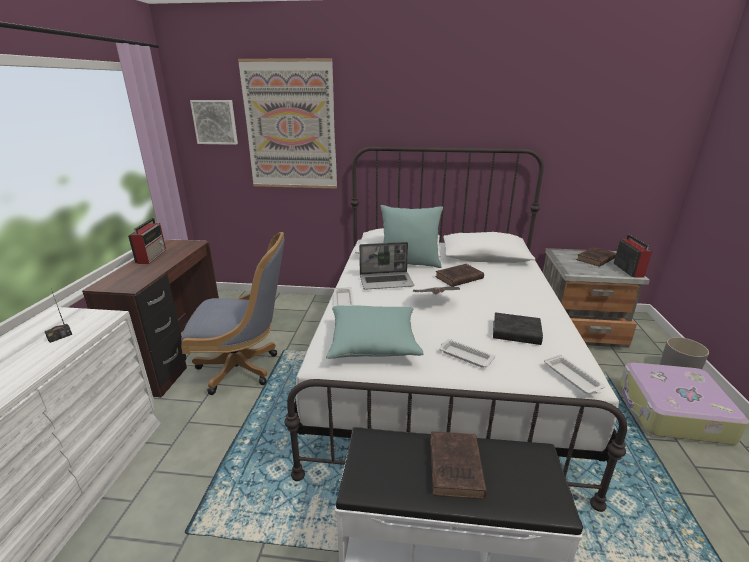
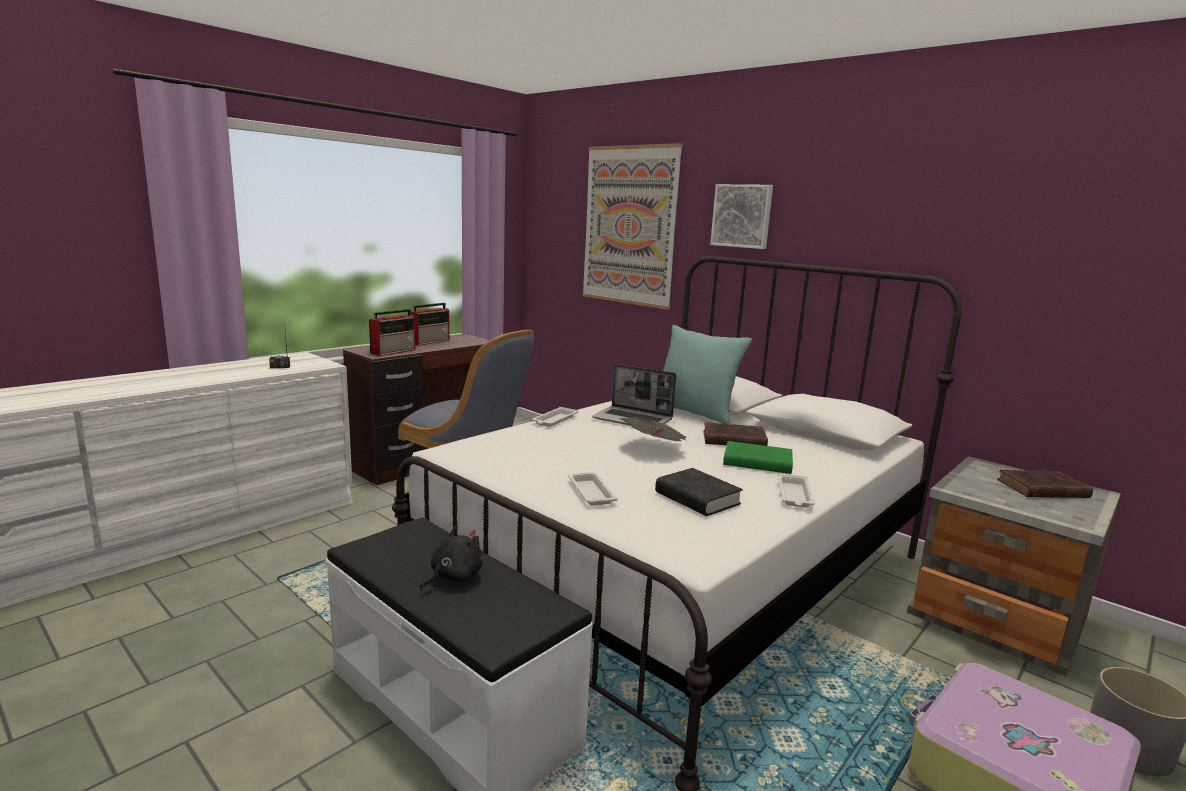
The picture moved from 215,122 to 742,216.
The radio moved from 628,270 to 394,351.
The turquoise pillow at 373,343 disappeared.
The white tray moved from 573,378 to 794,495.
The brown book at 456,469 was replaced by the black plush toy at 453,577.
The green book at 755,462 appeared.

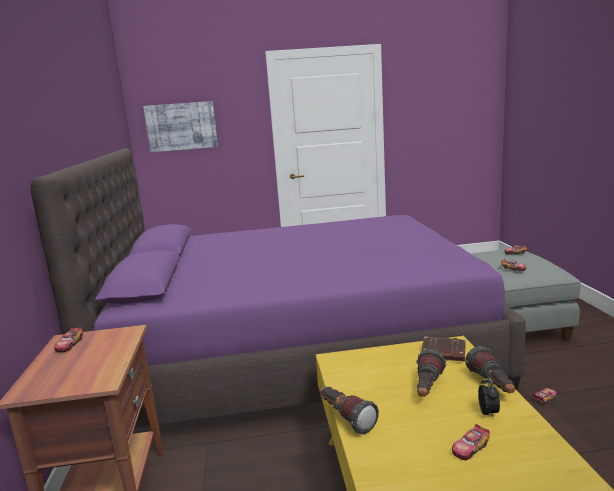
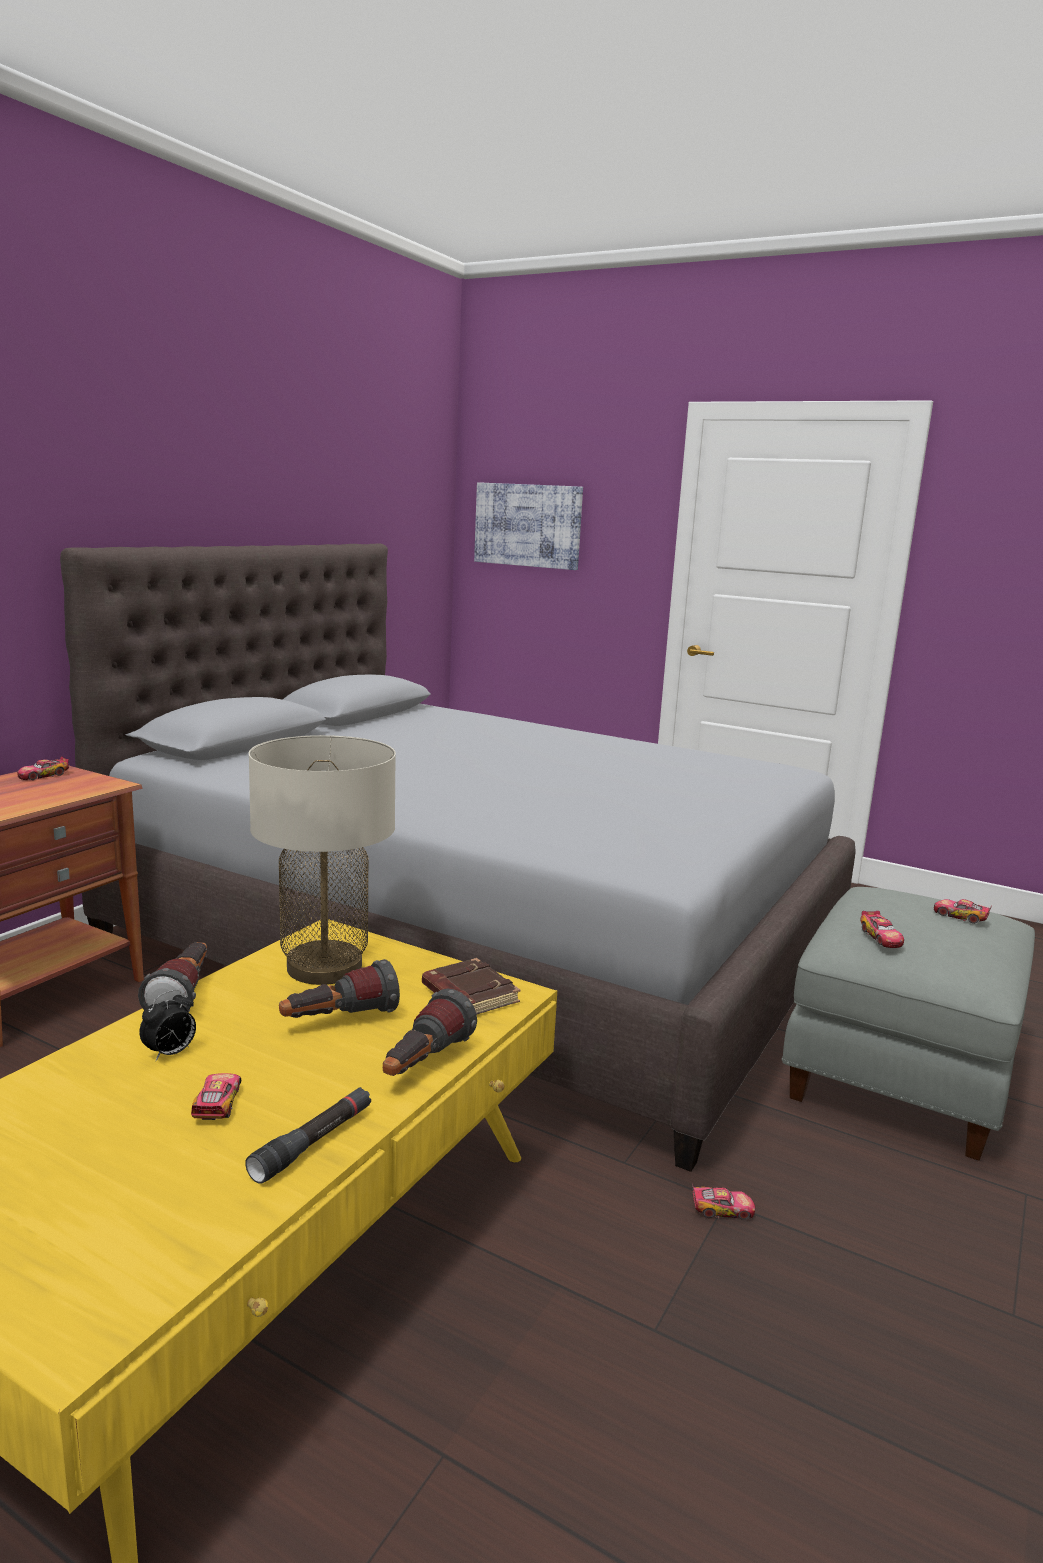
The purple bed at 296,350 became the grey bed at 476,944.
The alarm clock moved from 488,413 to 170,1053.
The toy car at 470,448 turned 90 degrees clockwise.
The table lamp at 324,967 appeared.
The black flashlight at 313,1143 appeared.

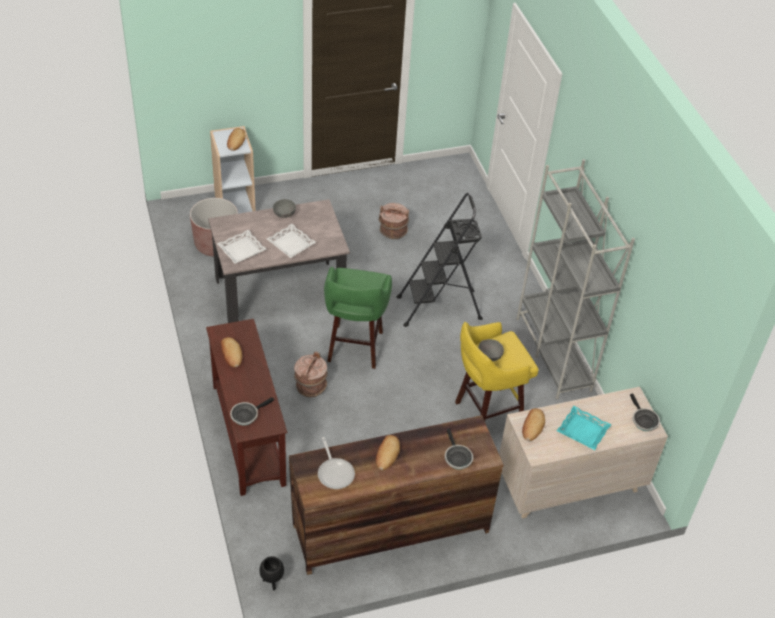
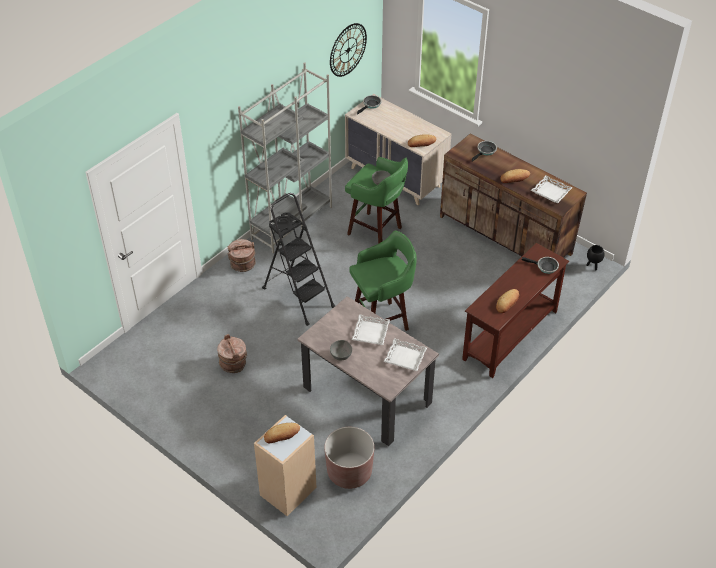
The yellow stool at 486,413 became the green stool at 376,232.
The brown bucket moved from 310,386 to 243,264.
The turquoise tray at 583,430 disappeared.
The frying pan at 335,472 was replaced by the white tray at 550,192.
The wall clock at 348,50 appeared.

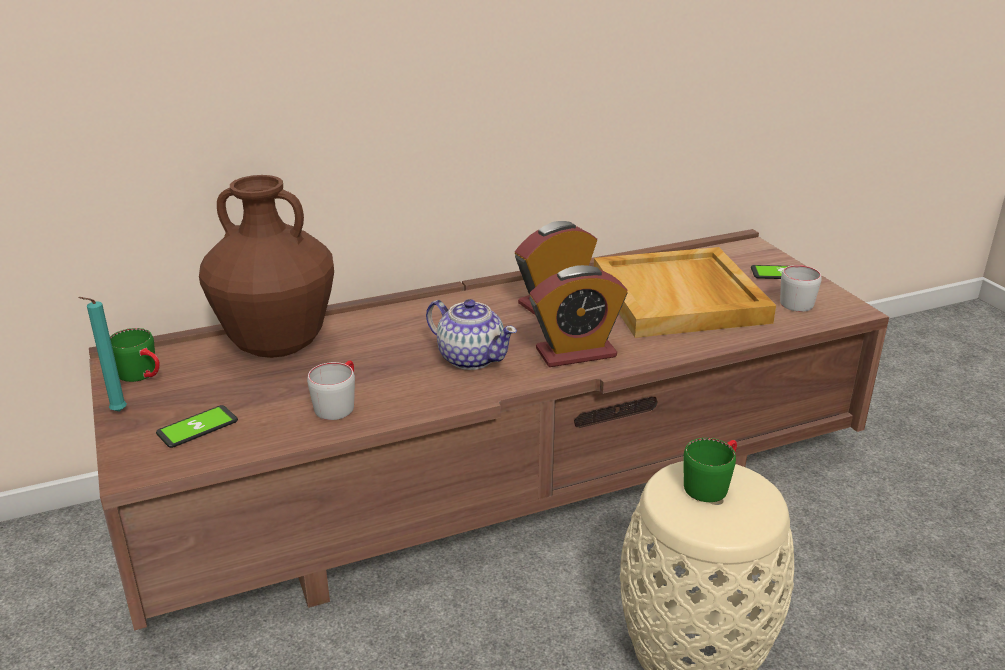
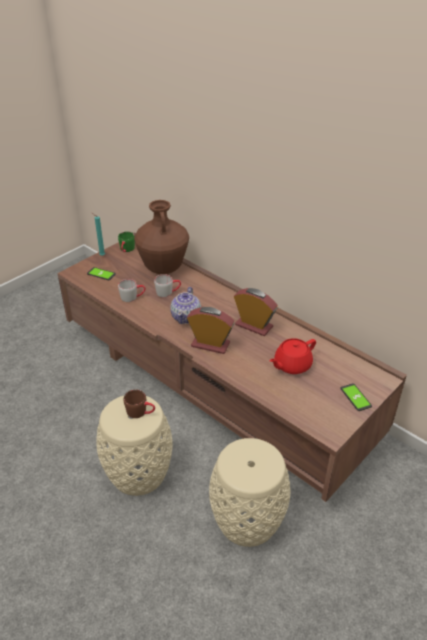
The beige tray at 680,298 was replaced by the red teapot at 291,365.
The alarm clock at 576,353 turned 150 degrees clockwise.
The grey mug moved from 796,300 to 168,292.
The green mug at 711,483 became the brown mug at 141,412.
The beige stool at 248,520 appeared.

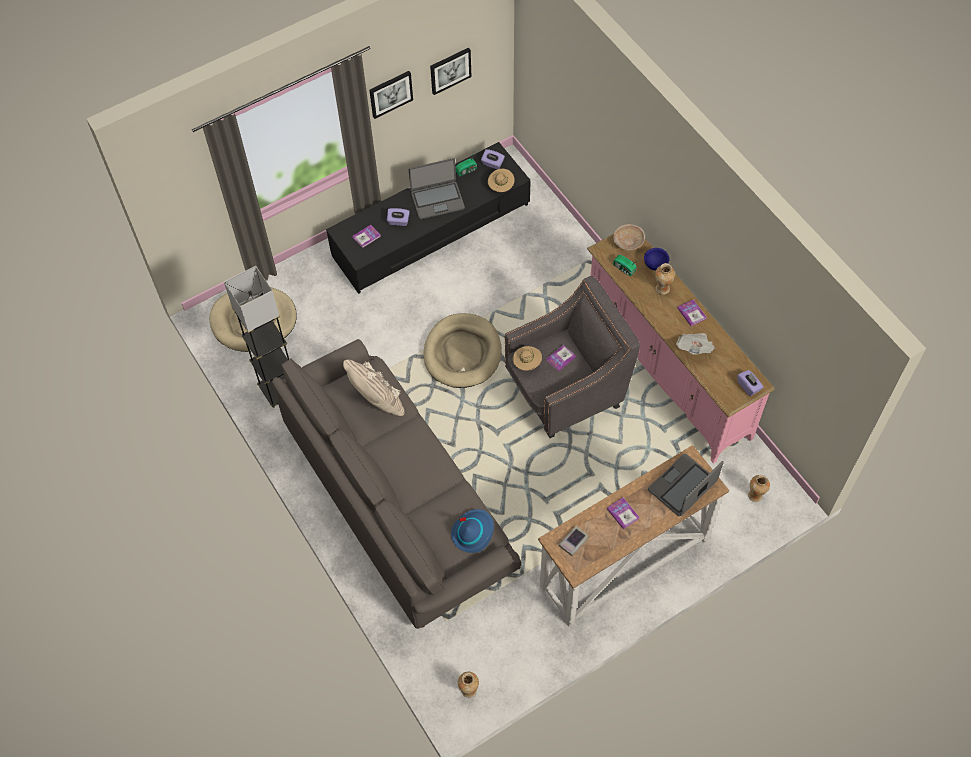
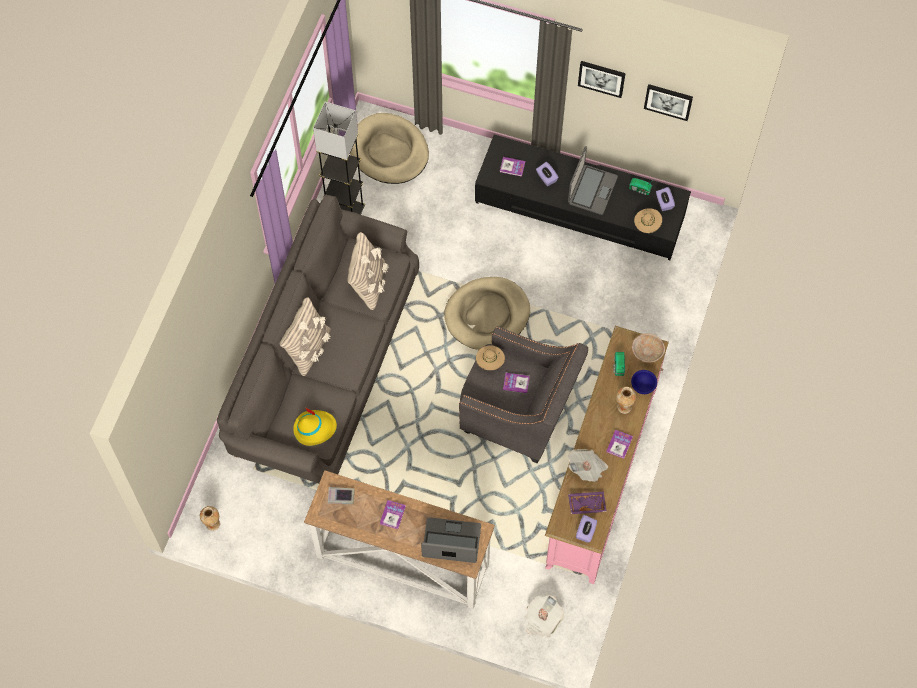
The laptop at 437,200 turned 105 degrees counterclockwise.
The vase at 755,495 was replaced by the newspaper at 542,620.
The blue hat at 473,532 became the yellow hat at 315,428.
The beige pillow at 309,349 appeared.
The purple tray at 586,504 appeared.

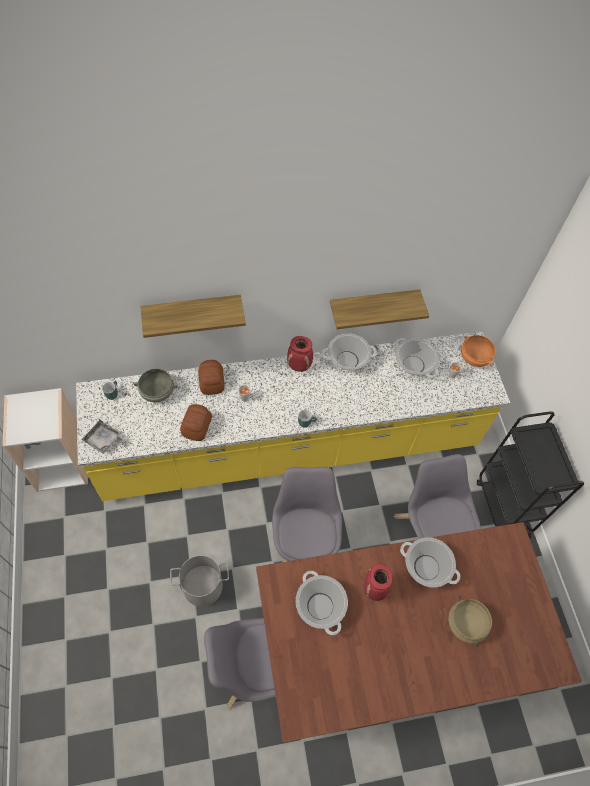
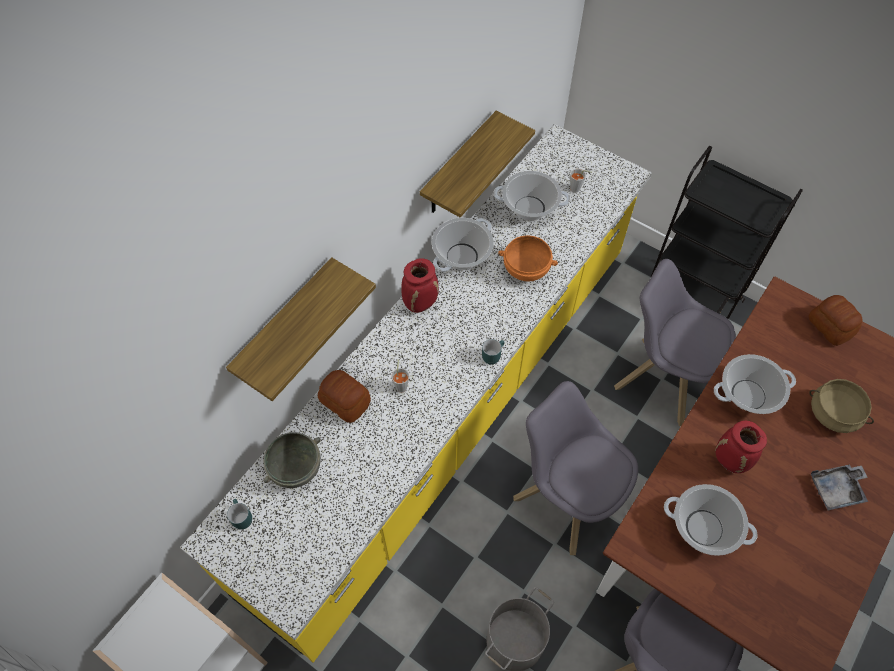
The orange bowl moved from 474,358 to 526,269.
The bread moved from 197,426 to 830,326.
The grey tray moved from 104,440 to 836,489.

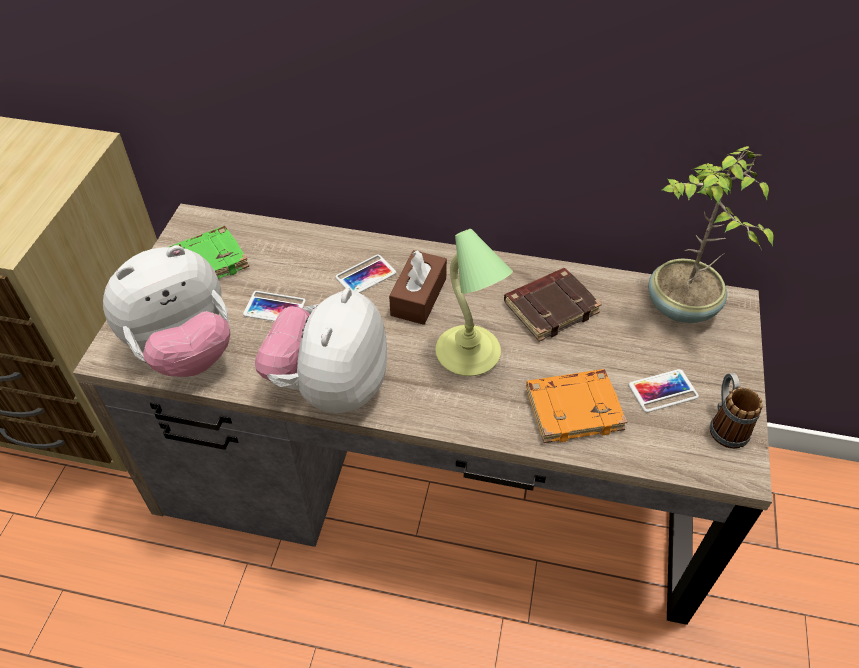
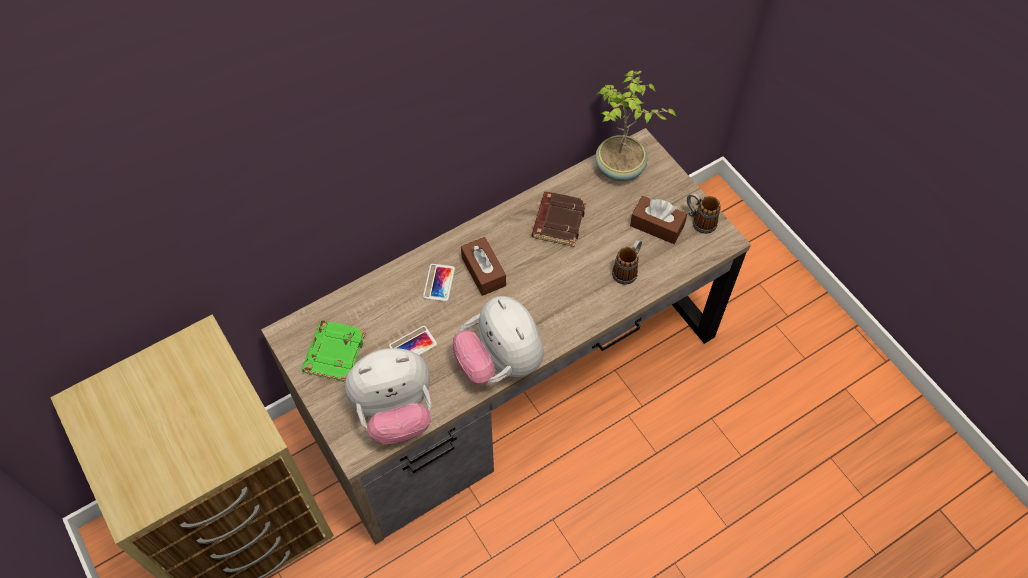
The table lamp at 469,354 disappeared.
The plush toy at 184,350 turned 60 degrees clockwise.
The orange book at 574,408 was replaced by the mug at 627,270.
The phone at 663,391 was replaced by the brown tissue box at 657,225.

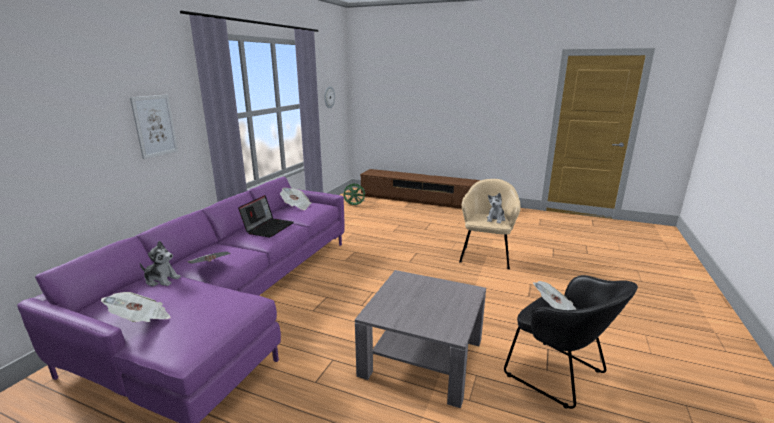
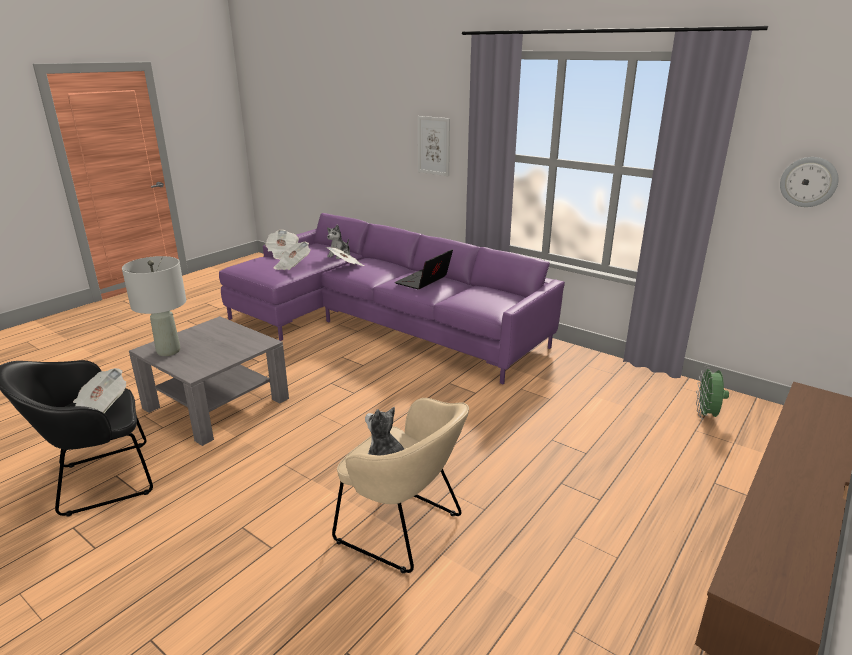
The newspaper moved from 296,206 to 292,266.
The laptop at 268,227 turned 90 degrees clockwise.
The grey table lamp at 169,351 appeared.

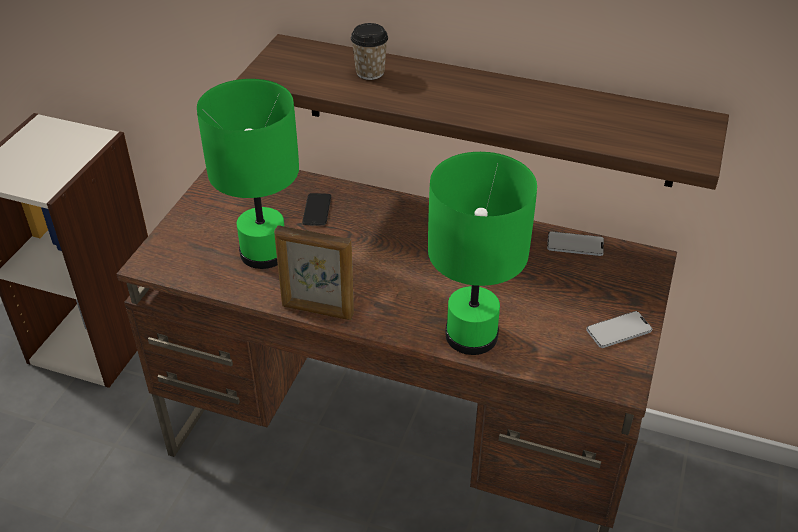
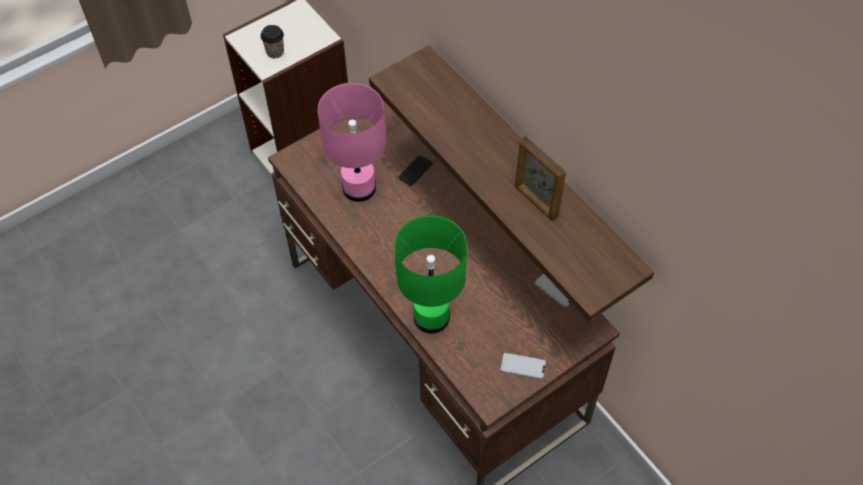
The cup moved from 370,72 to 275,52.
The green table lamp at 264,252 became the pink table lamp at 359,187.
The picture frame moved from 317,311 to 535,202.

